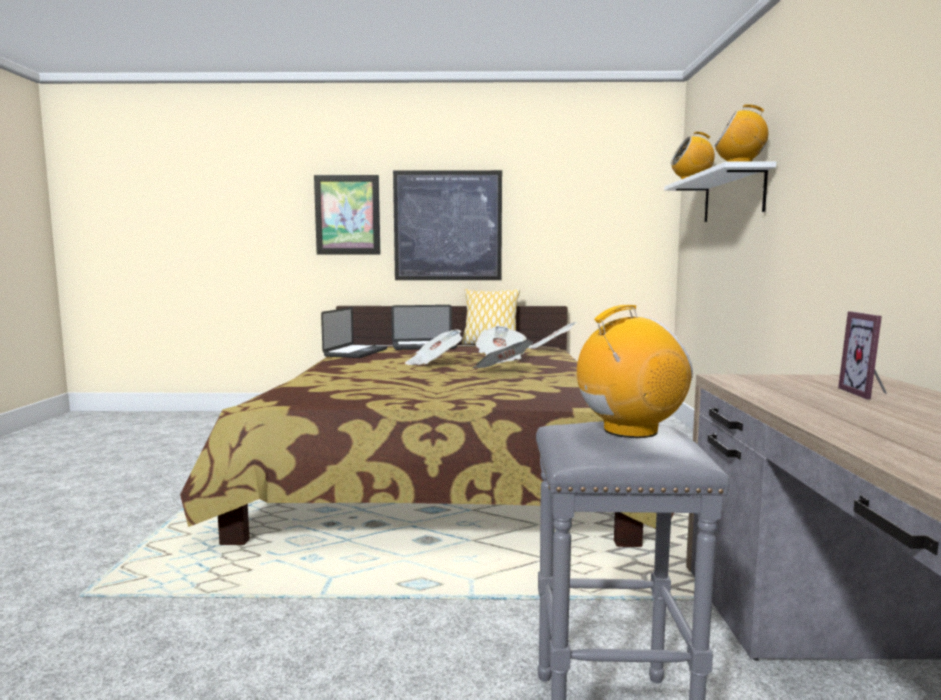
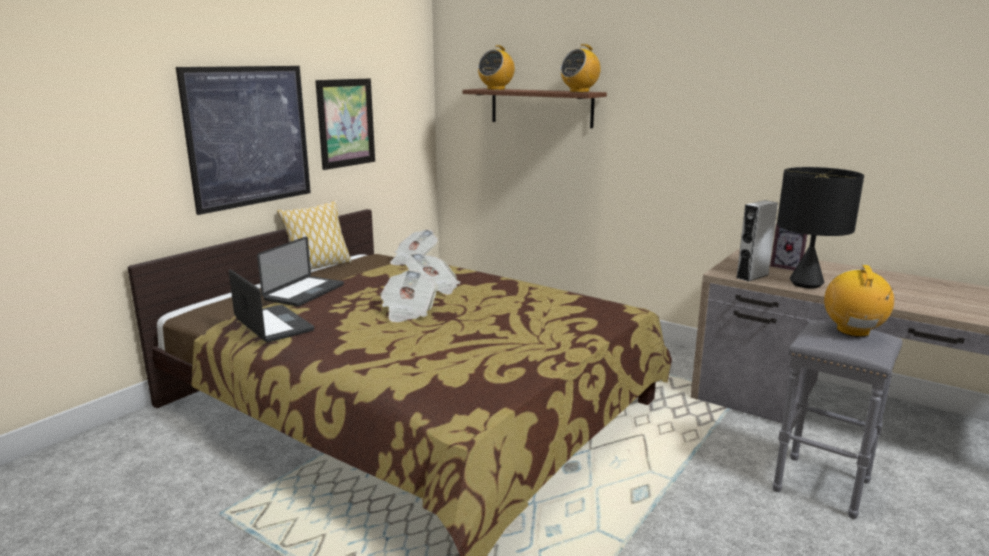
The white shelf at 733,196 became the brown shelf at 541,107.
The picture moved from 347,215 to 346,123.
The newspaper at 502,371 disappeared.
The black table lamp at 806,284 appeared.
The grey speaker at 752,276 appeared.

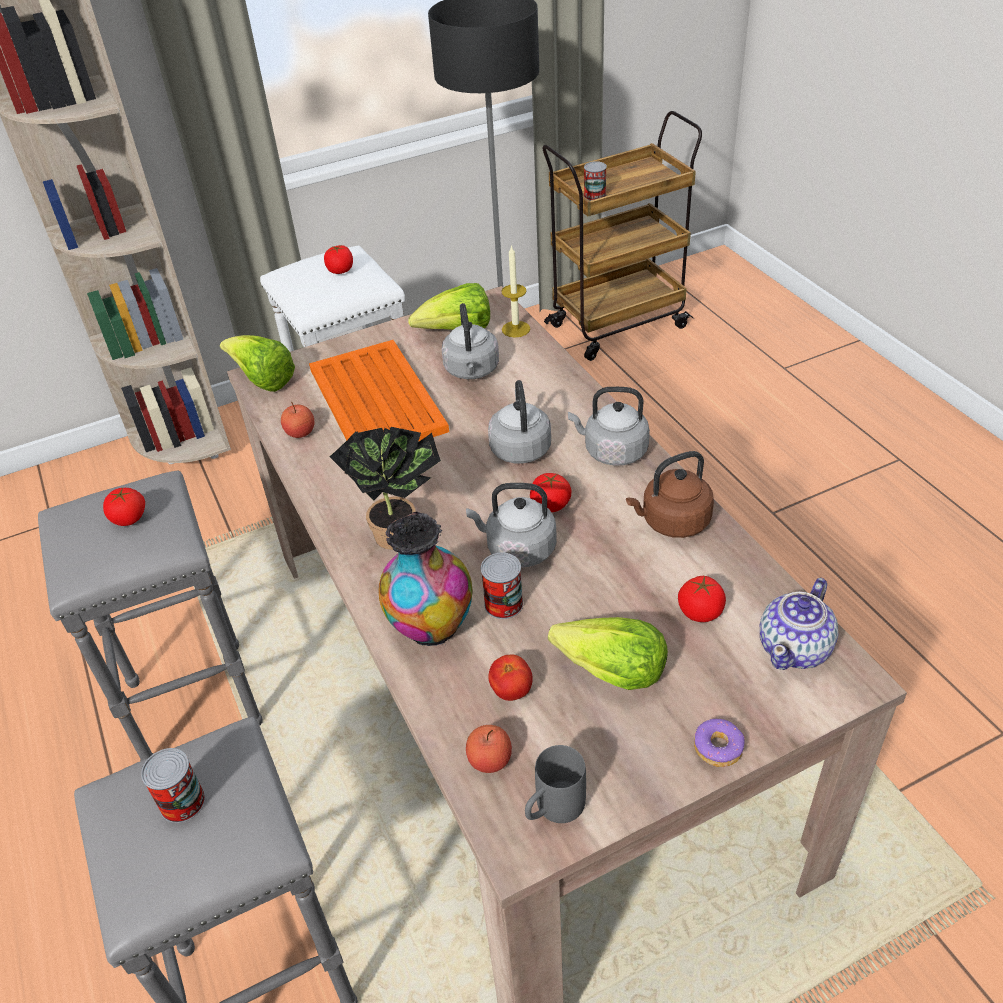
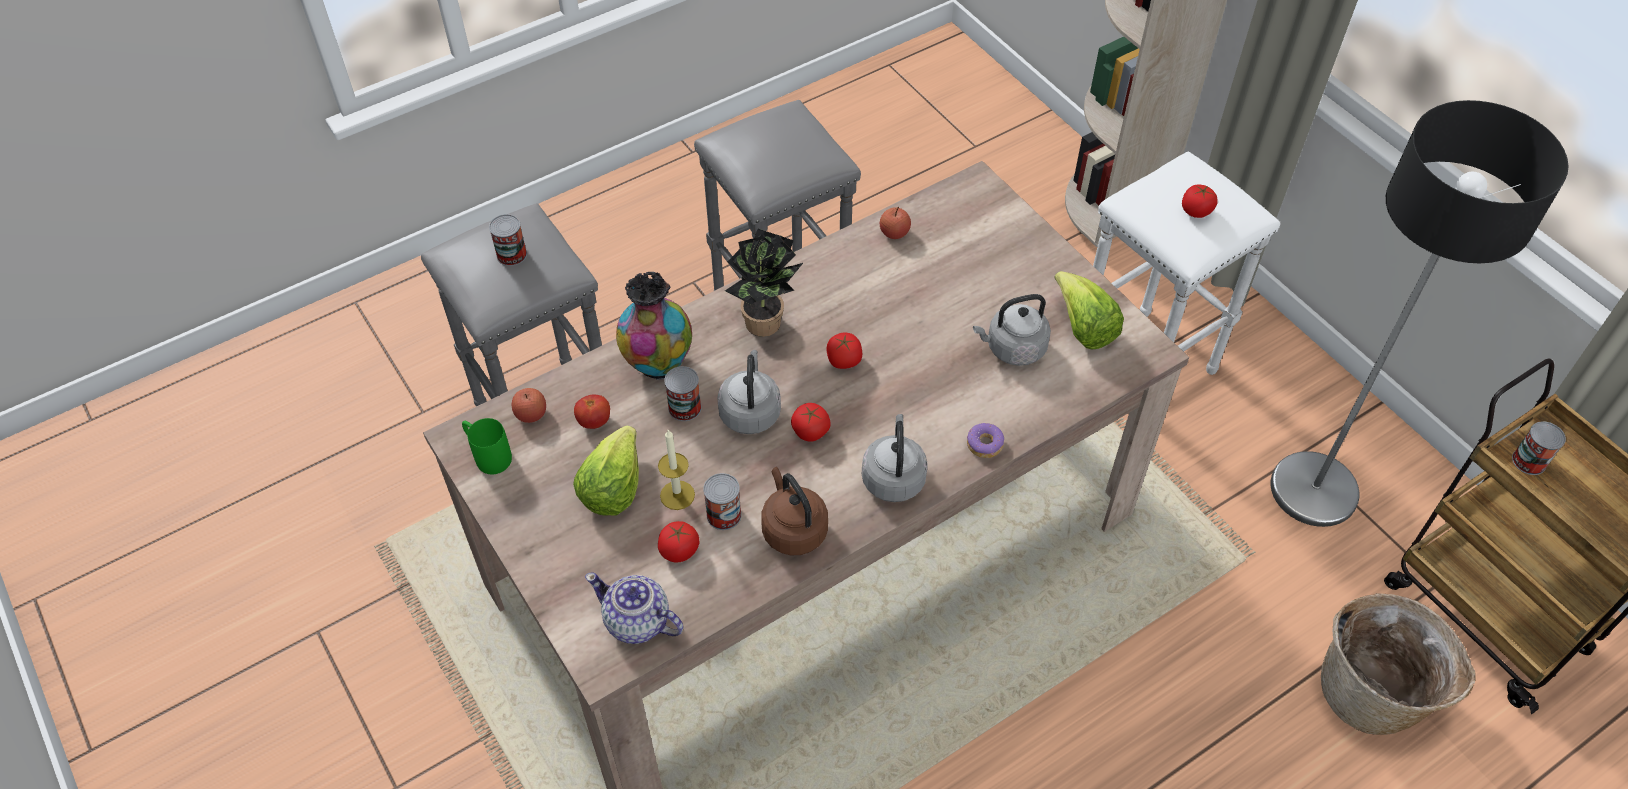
The candle moved from 516,329 to 677,495.
The lettuce at 262,380 disappeared.
The orange tray at 376,399 disappeared.
The grey kettle at 520,447 disappeared.
The tomato moved from 129,518 to 843,360.
The donut moved from 718,748 to 984,445.
The grey mug at 553,810 became the green mug at 488,455.
The can at 724,515 appeared.
The basket at 1373,692 appeared.

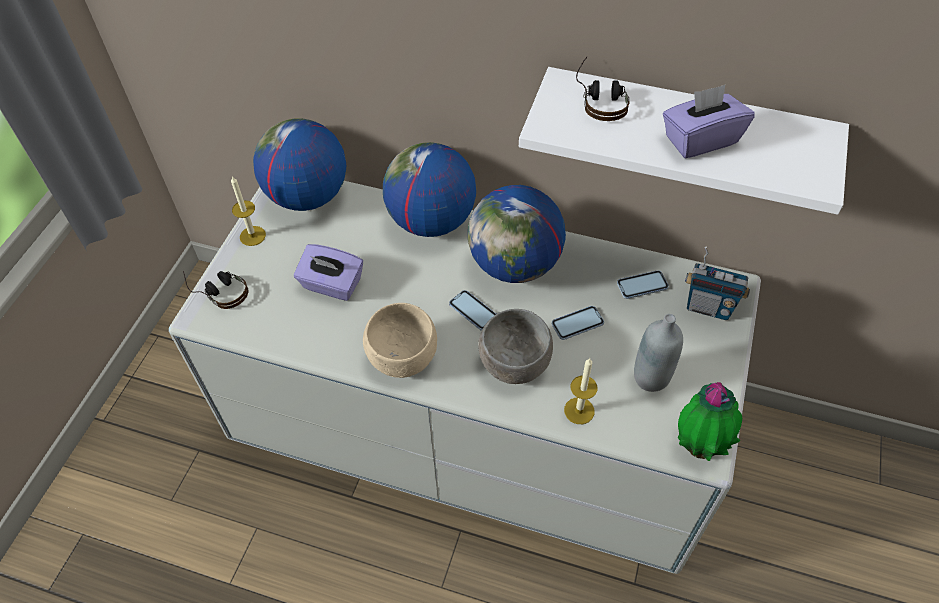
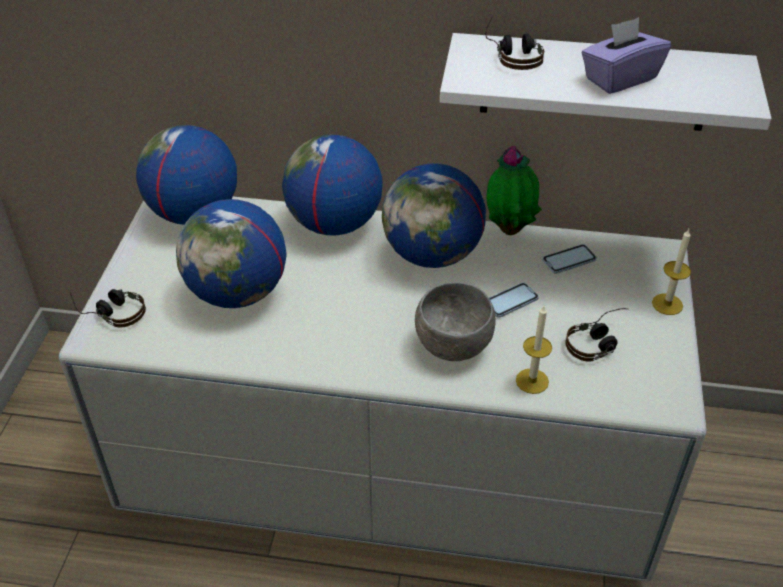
The candle moved from 252,236 to 667,304.
The purple tissue box at 332,285 was replaced by the globe at 238,293.
The radio at 708,307 disappeared.
The phone at 473,311 disappeared.
The beige bowl at 401,358 disappeared.
The grey bottle at 651,377 was replaced by the headphones at 599,342.
The potted plant moved from 699,446 to 509,229.

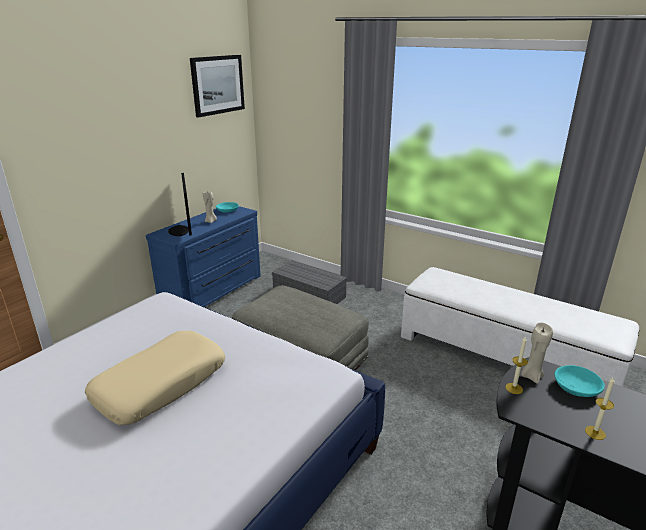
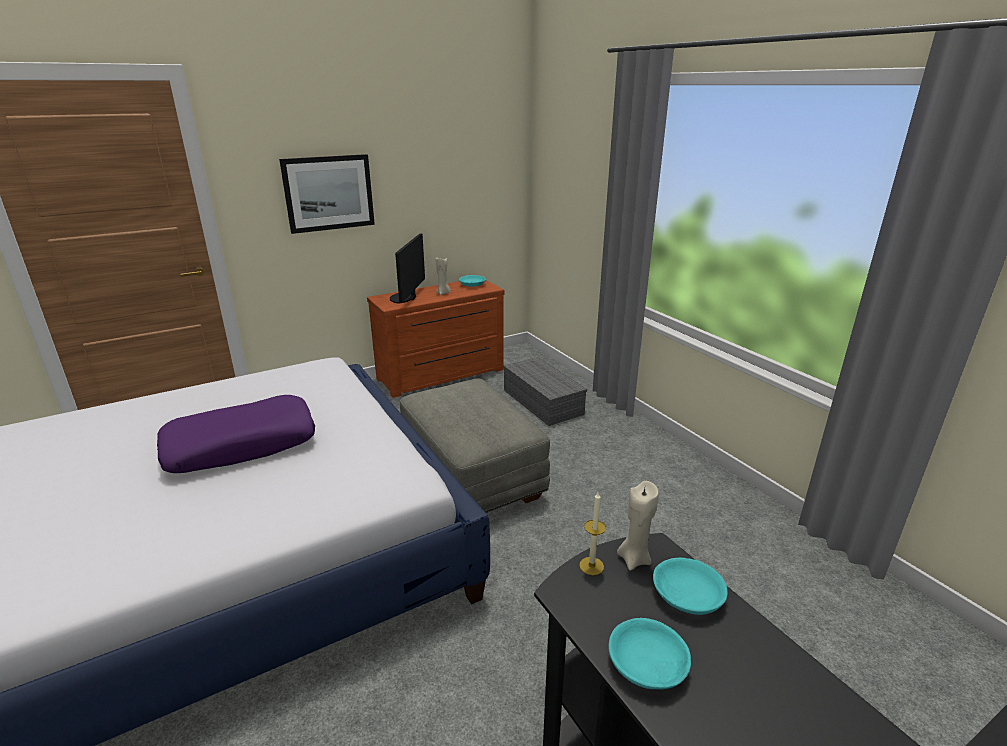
The picture moved from 217,85 to 329,193.
The blue dresser at 214,291 became the brown dresser at 442,375.
The white bench at 506,355 disappeared.
The beige pillow at 161,385 became the purple pillow at 242,445.
The candle at 595,433 was replaced by the turquoise bowl at 648,664.

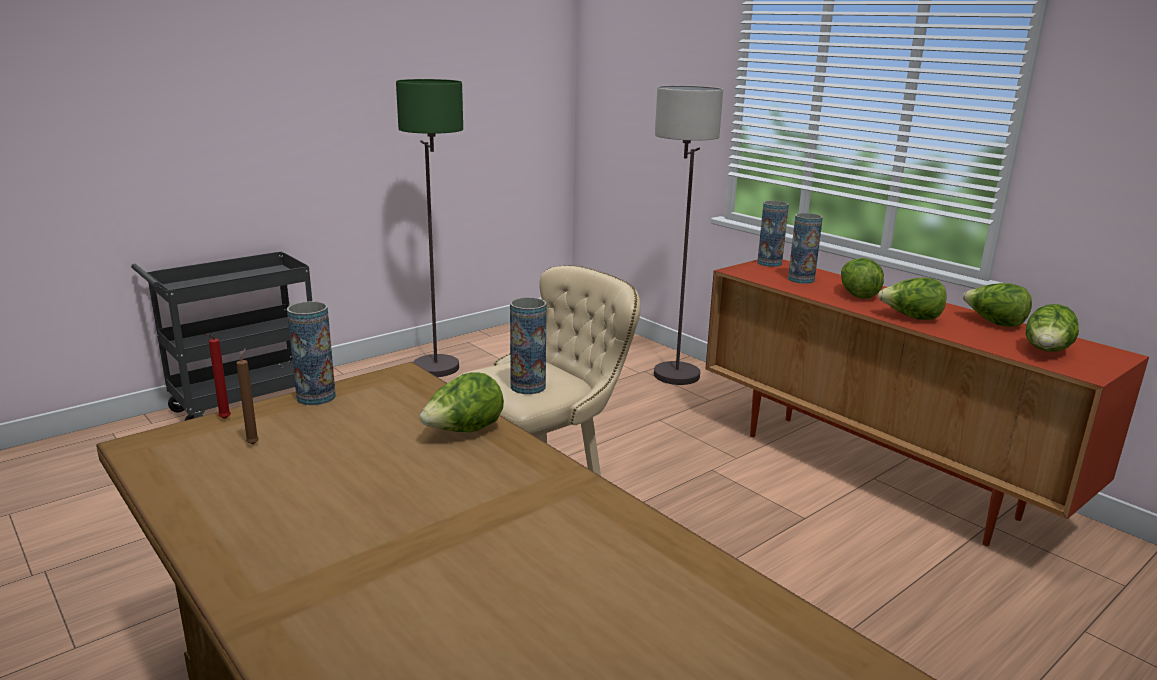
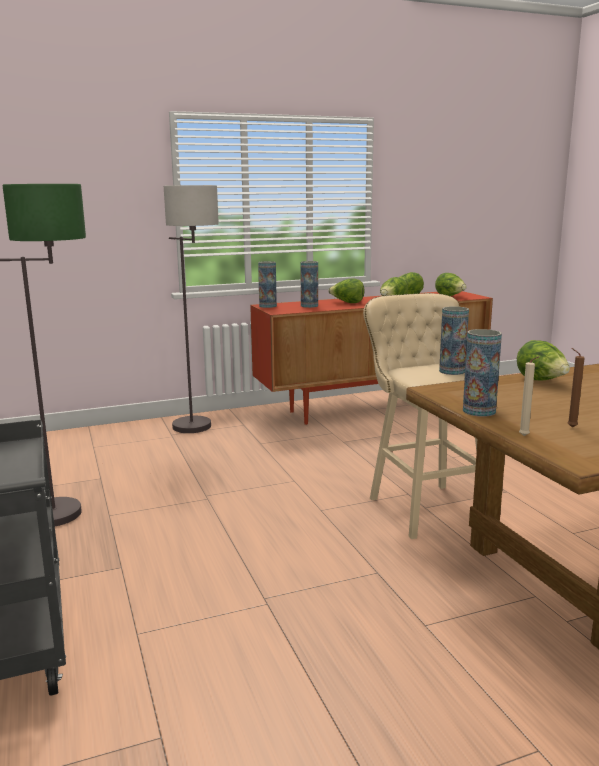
The red candle at 223,419 became the beige candle at 525,436.

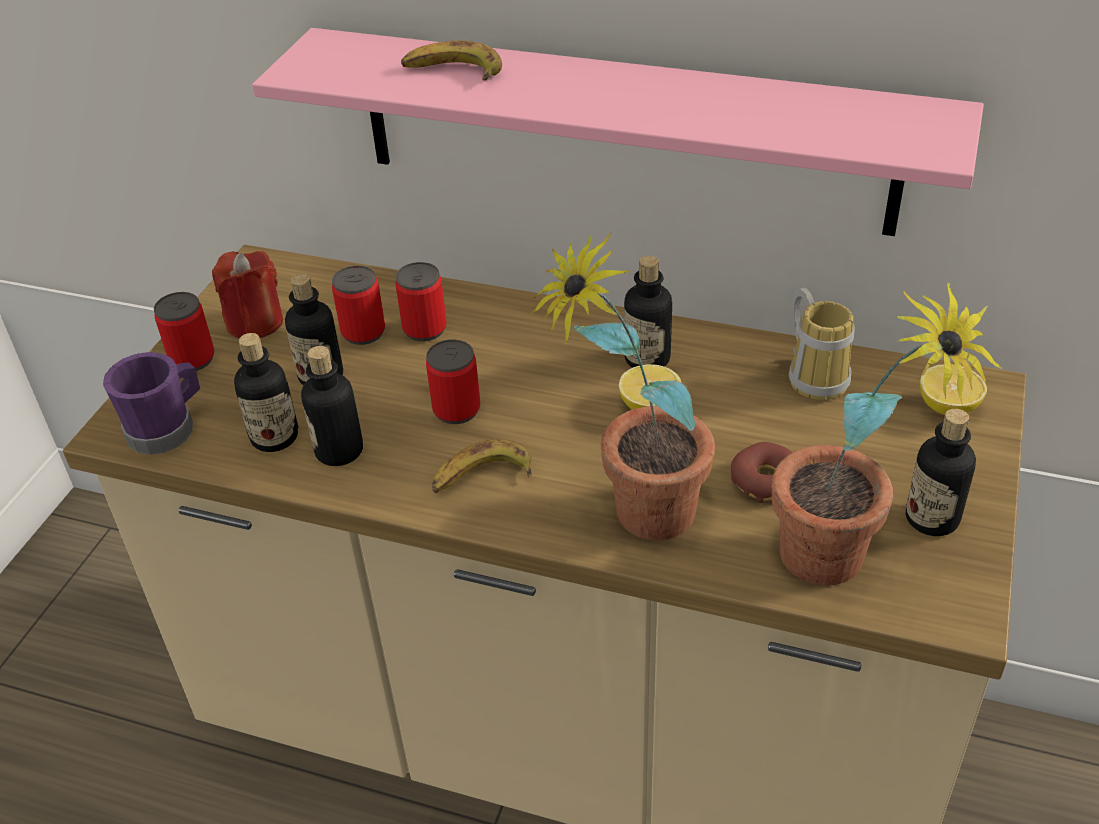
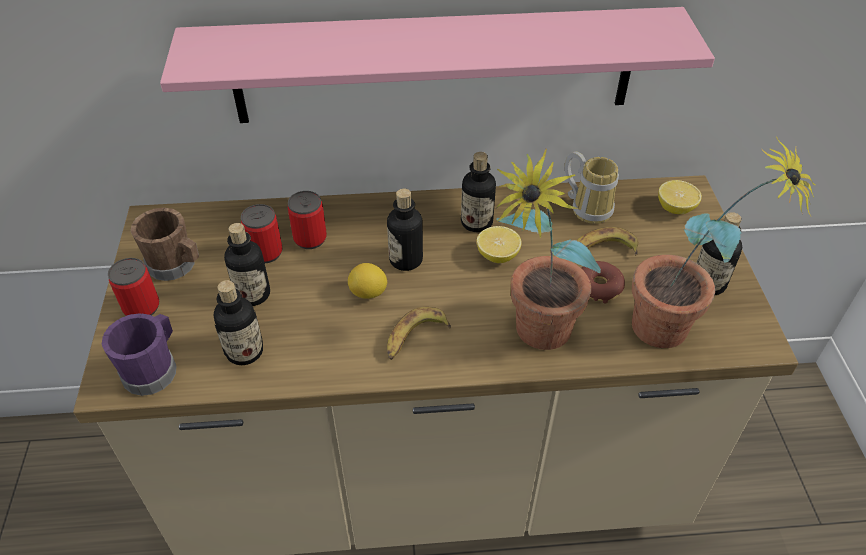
The banana moved from 452,72 to 602,250.
The red candle at 255,323 was replaced by the brown mug at 176,266.
The can at 456,410 was replaced by the lemon at 368,293.
The bottle moved from 339,451 to 406,260.

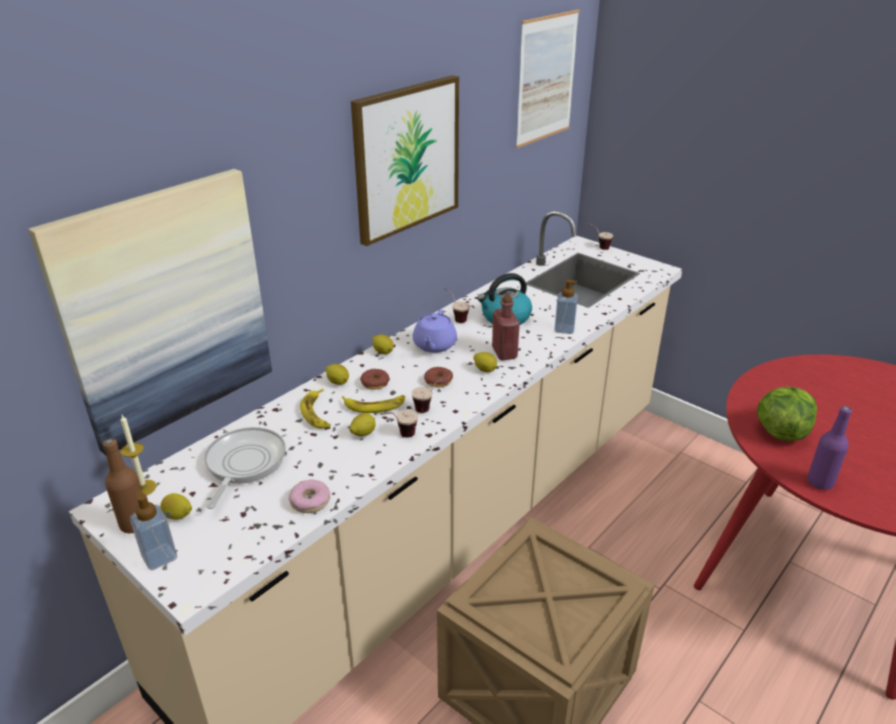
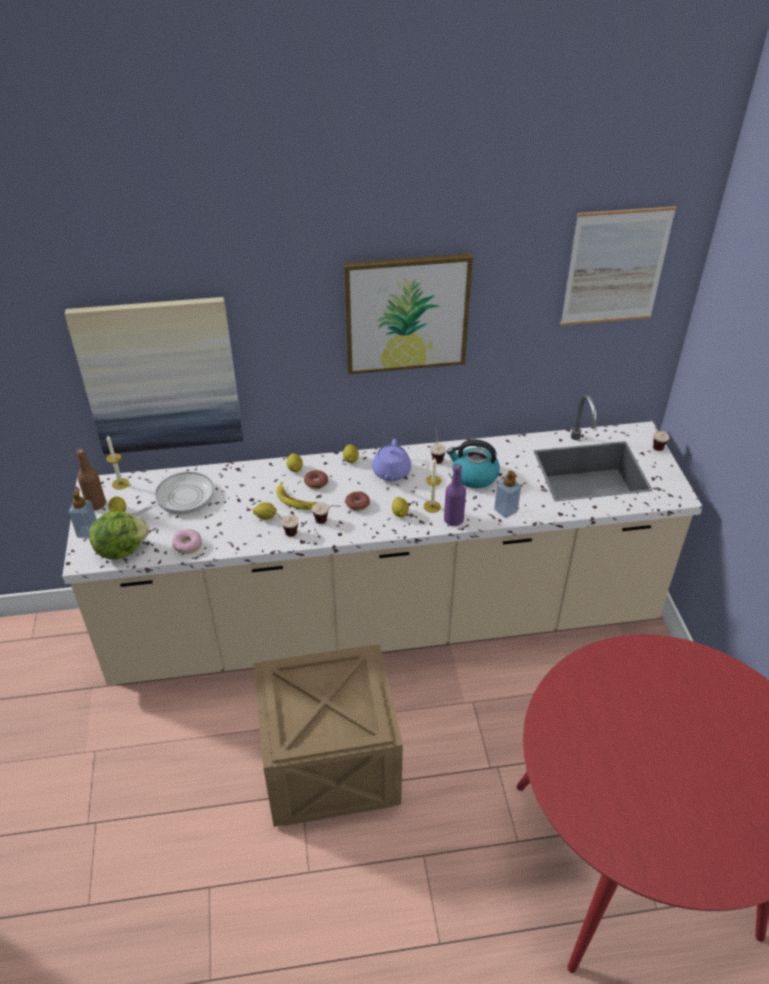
The red bottle at 504,353 was replaced by the candle at 432,506.
The purple teapot at 434,345 turned 45 degrees counterclockwise.
The lettuce moved from 781,432 to 121,549.
The banana at 317,413 disappeared.
The purple bottle moved from 820,482 to 453,520.

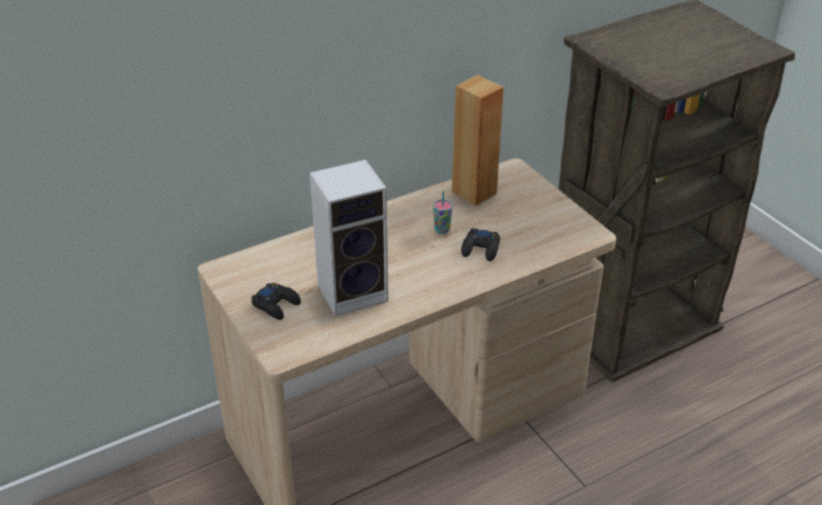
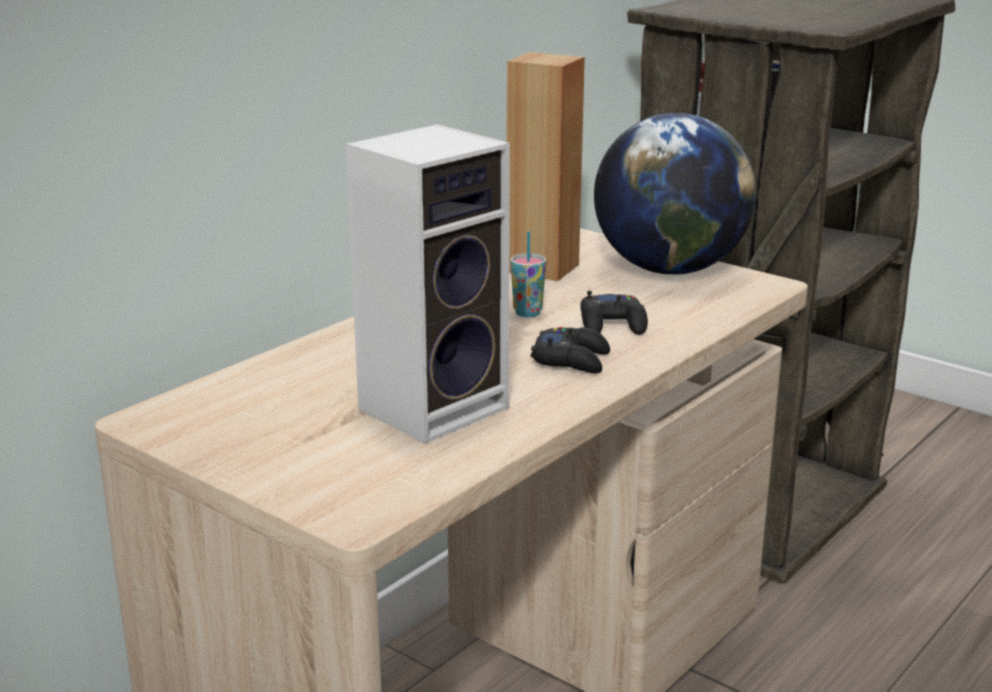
The black game controller moved from 276,305 to 572,360.
The globe at 669,270 appeared.

